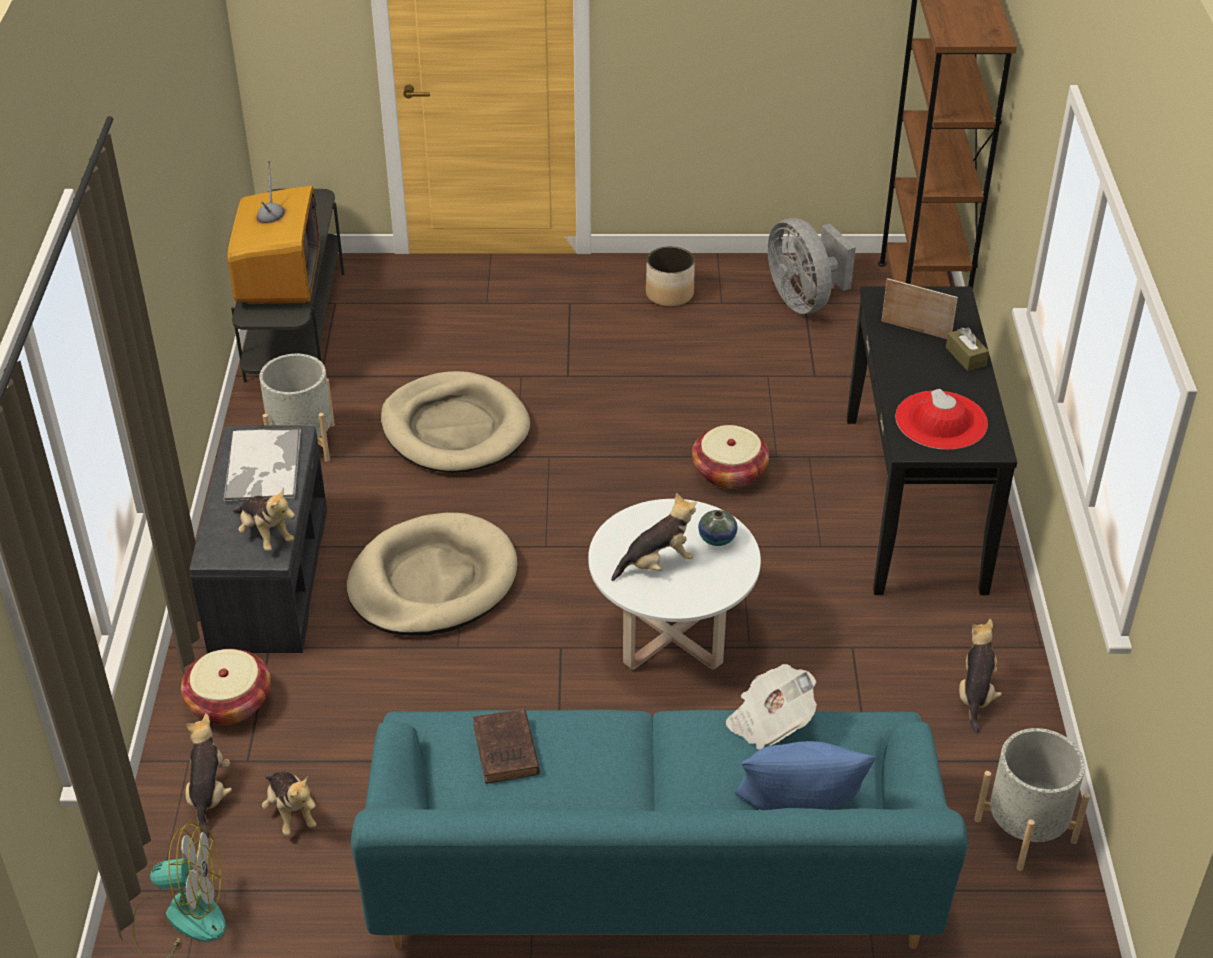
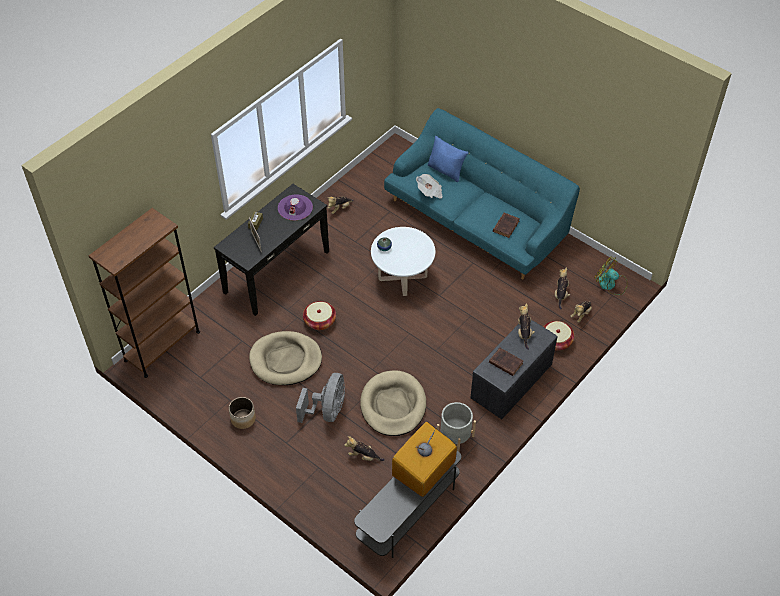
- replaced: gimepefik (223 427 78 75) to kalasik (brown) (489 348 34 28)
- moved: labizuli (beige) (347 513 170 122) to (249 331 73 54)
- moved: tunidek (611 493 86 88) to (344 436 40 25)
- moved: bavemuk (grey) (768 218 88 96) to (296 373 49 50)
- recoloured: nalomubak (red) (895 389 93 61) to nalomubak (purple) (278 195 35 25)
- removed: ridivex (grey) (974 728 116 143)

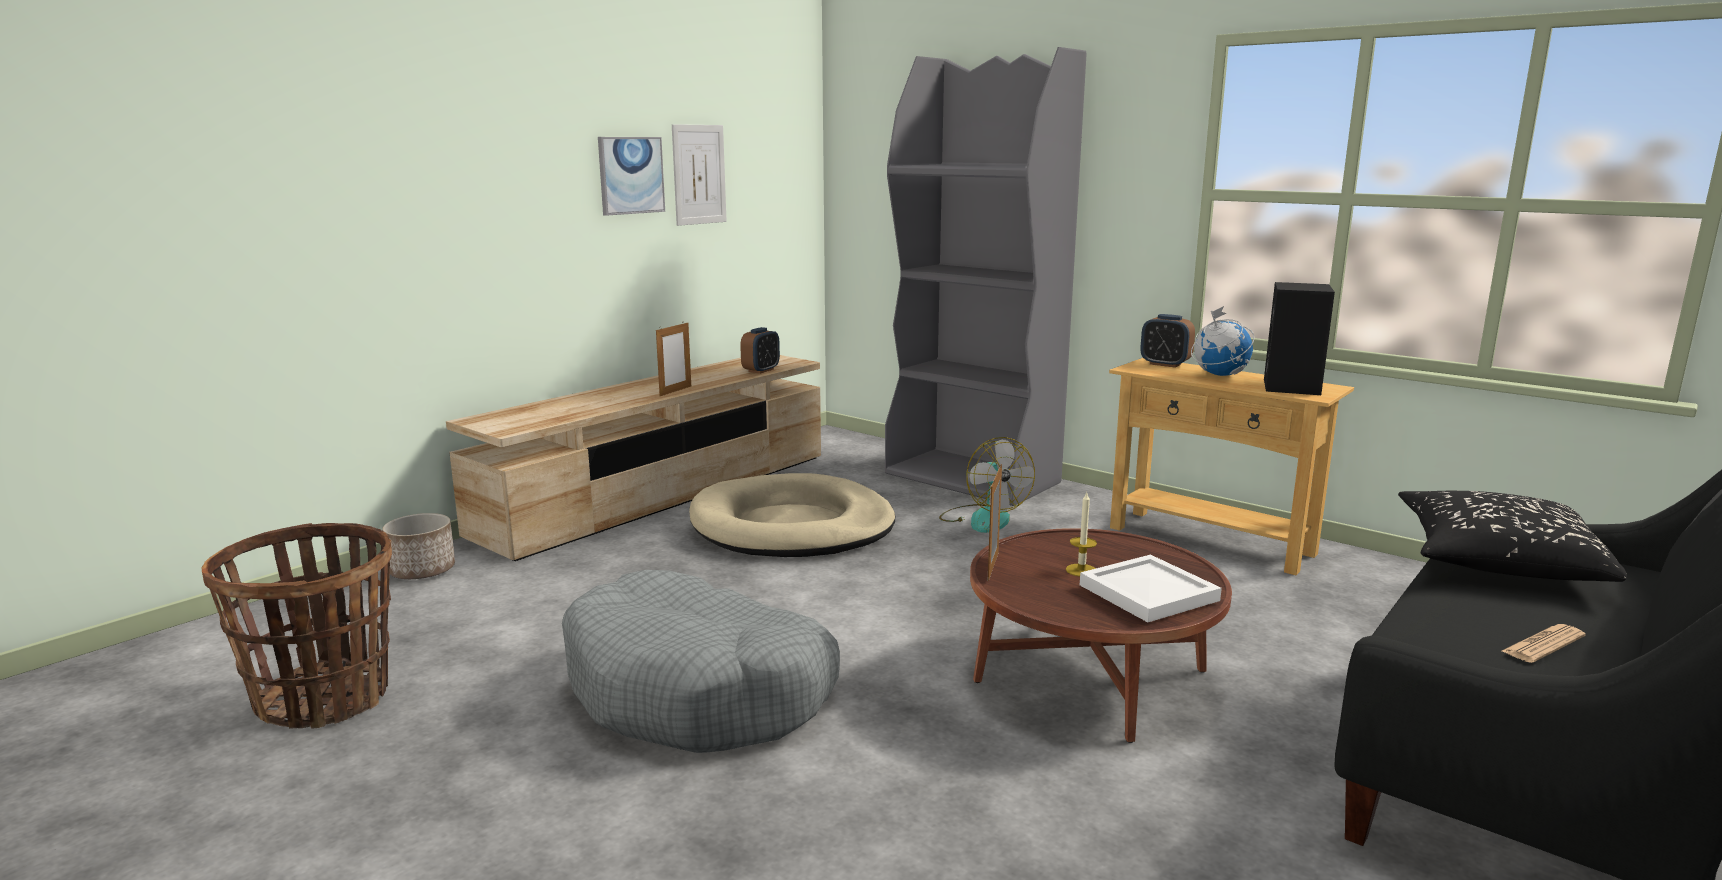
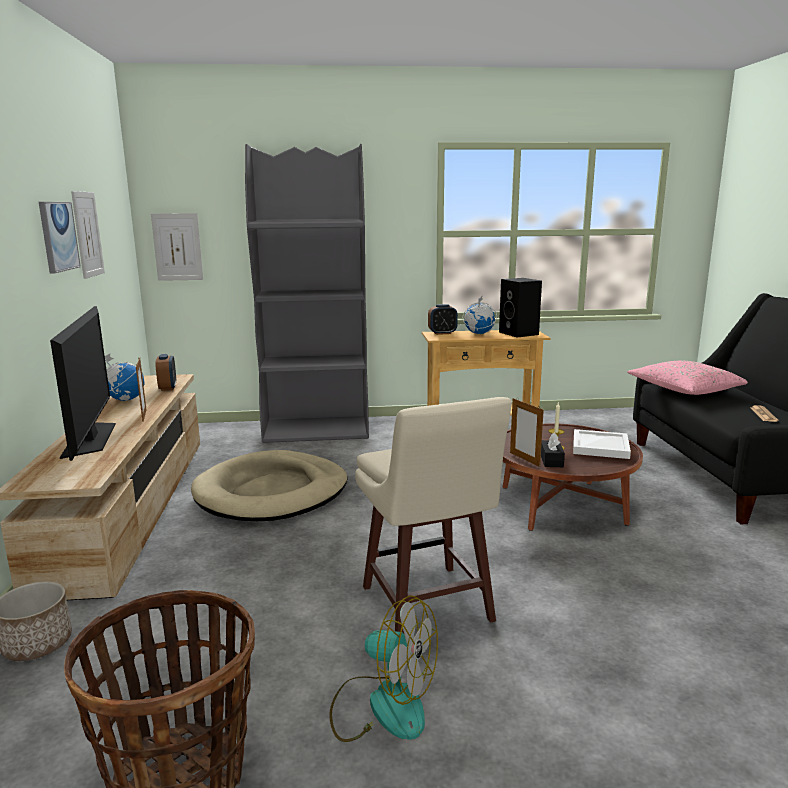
- replaced: labizuli (grey) (562 570 278 183) to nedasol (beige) (355 397 157 236)
- moved: bavemuk (939 437 96 96) to (329 595 109 147)
- recoloured: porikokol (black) (1398 491 229 91) to porikokol (pink) (627 361 121 34)
- added: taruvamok (50 306 66 155)
- added: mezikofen (105 354 39 47)
- added: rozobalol (151 213 52 68)
- added: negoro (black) (541 433 24 34)

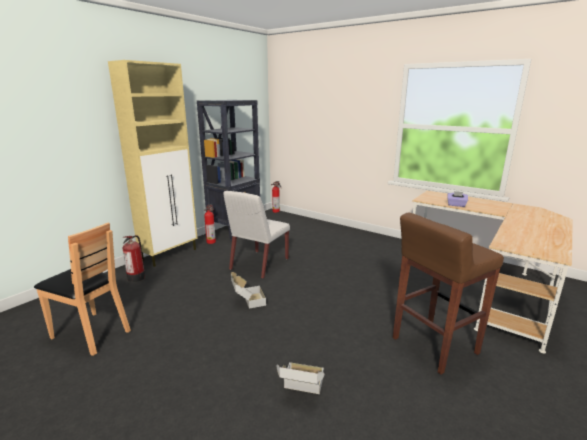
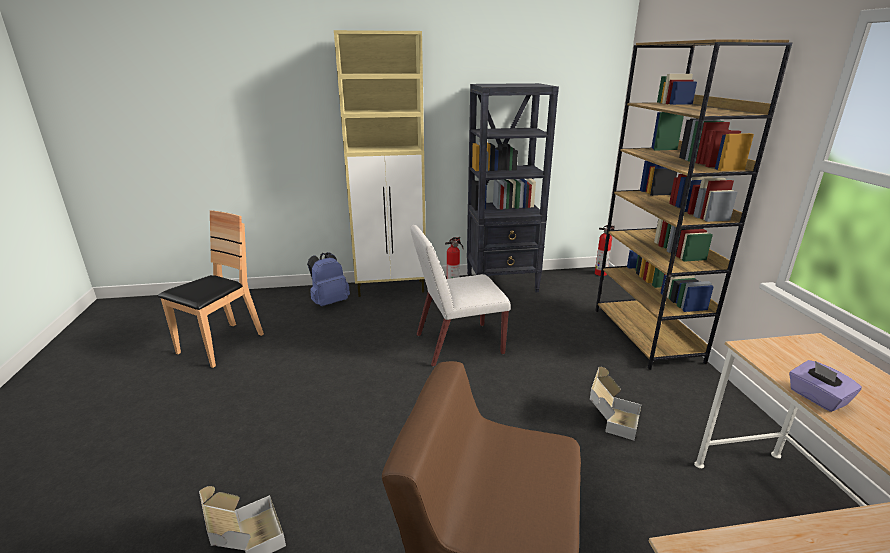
- turned: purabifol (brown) (34 222 97 134) = (158 210 106 158) 135 degrees counterclockwise
- replaced: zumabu (123 235 22 47) to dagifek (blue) (307 252 43 54)
- moved: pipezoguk (231 272 35 37) to (590 367 51 73)
- added: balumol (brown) (595 39 197 331)

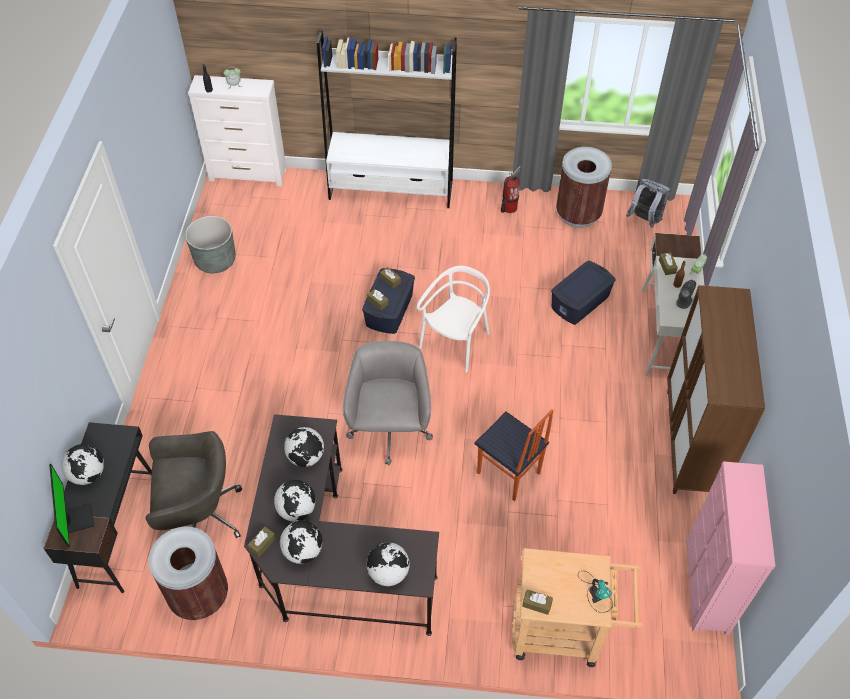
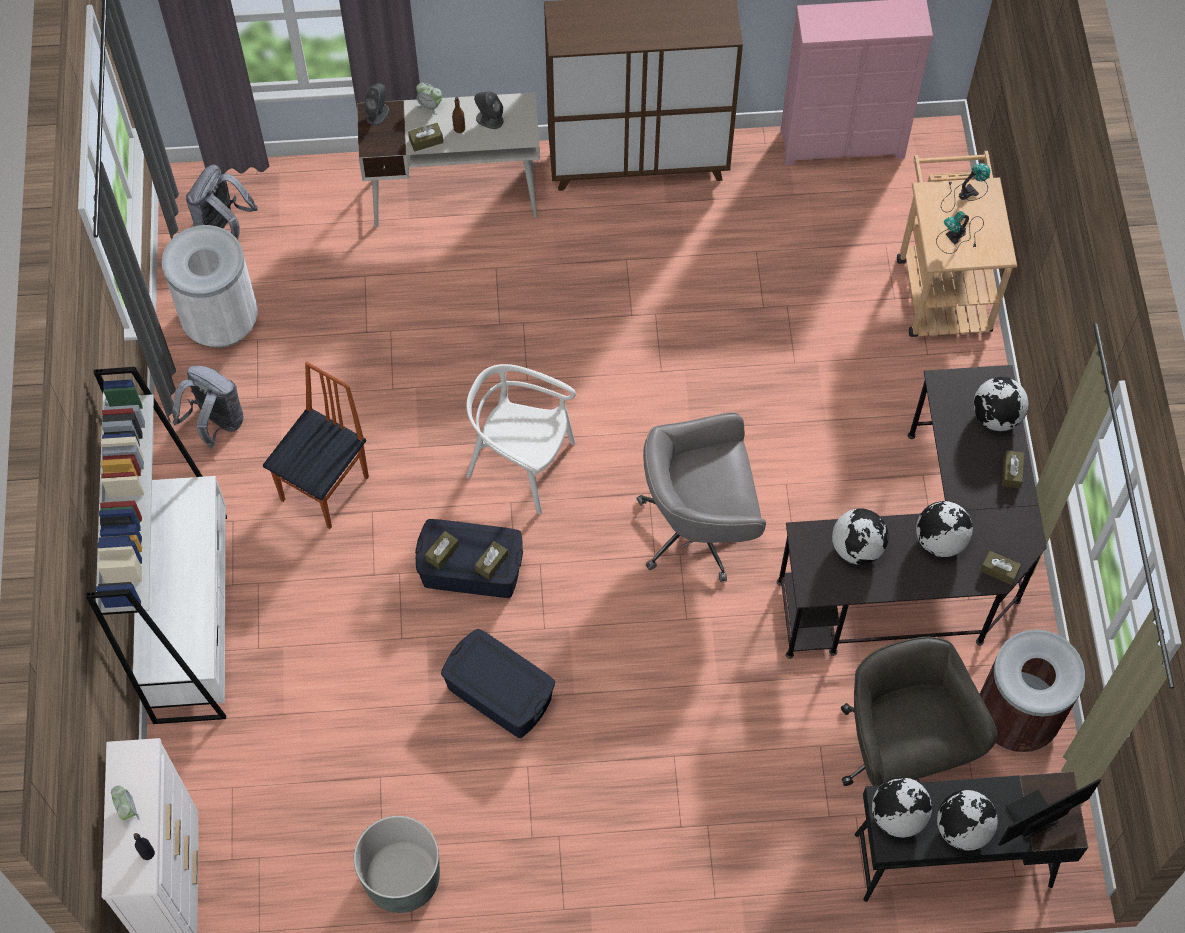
- moved: mezikofen (280 521 43 43) to (872 777 60 61)
- moved: purabifol (474 409 80 92) to (263 362 106 167)
- replaced: zumabu (501 166 20 47) to dagifek (grey) (172 366 72 82)
- moved: negoro (brown) (522 589 31 26) to (1002 450 22 39)
- moved: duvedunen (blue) (551 261 65 64) to (441 629 114 109)
- recoloured: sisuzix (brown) (556 147 56 81) to sisuzix (white) (162 225 96 123)
- added: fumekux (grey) (364 83 25 43)
- added: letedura (936 211 48 43)

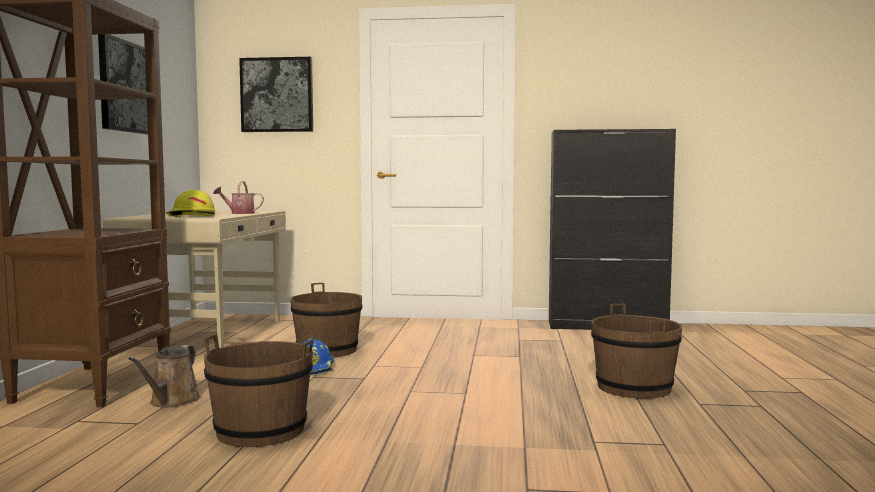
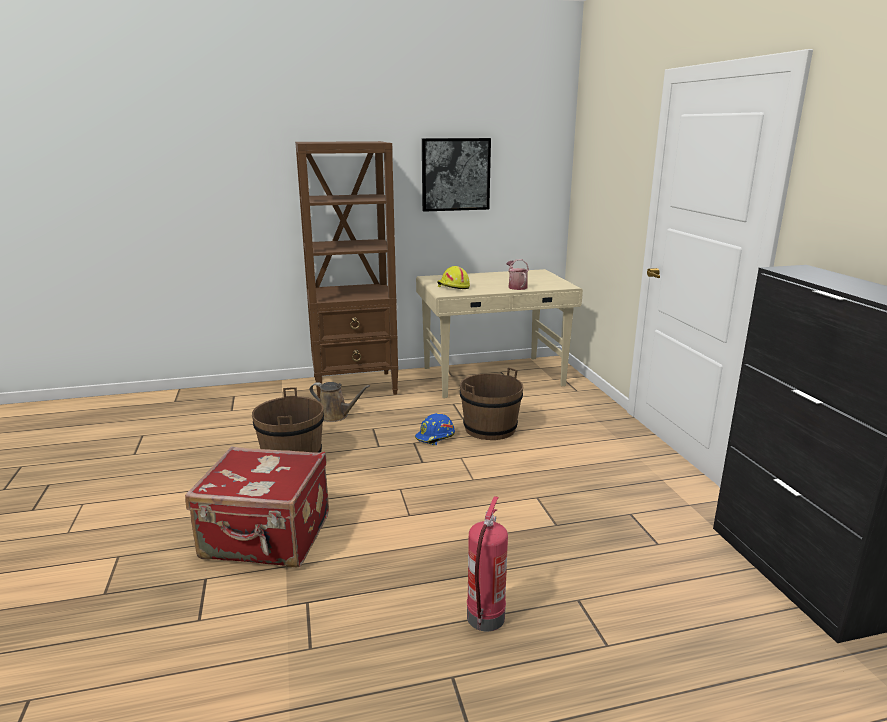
- turned: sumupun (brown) (128 345 73 63) = (310 382 60 40) 150 degrees counterclockwise
- removed: rozobalol (239 57 74 75)
- replaced: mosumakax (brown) (591 304 91 95) to zumabu (467 496 41 135)
- added: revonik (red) (185 446 144 121)

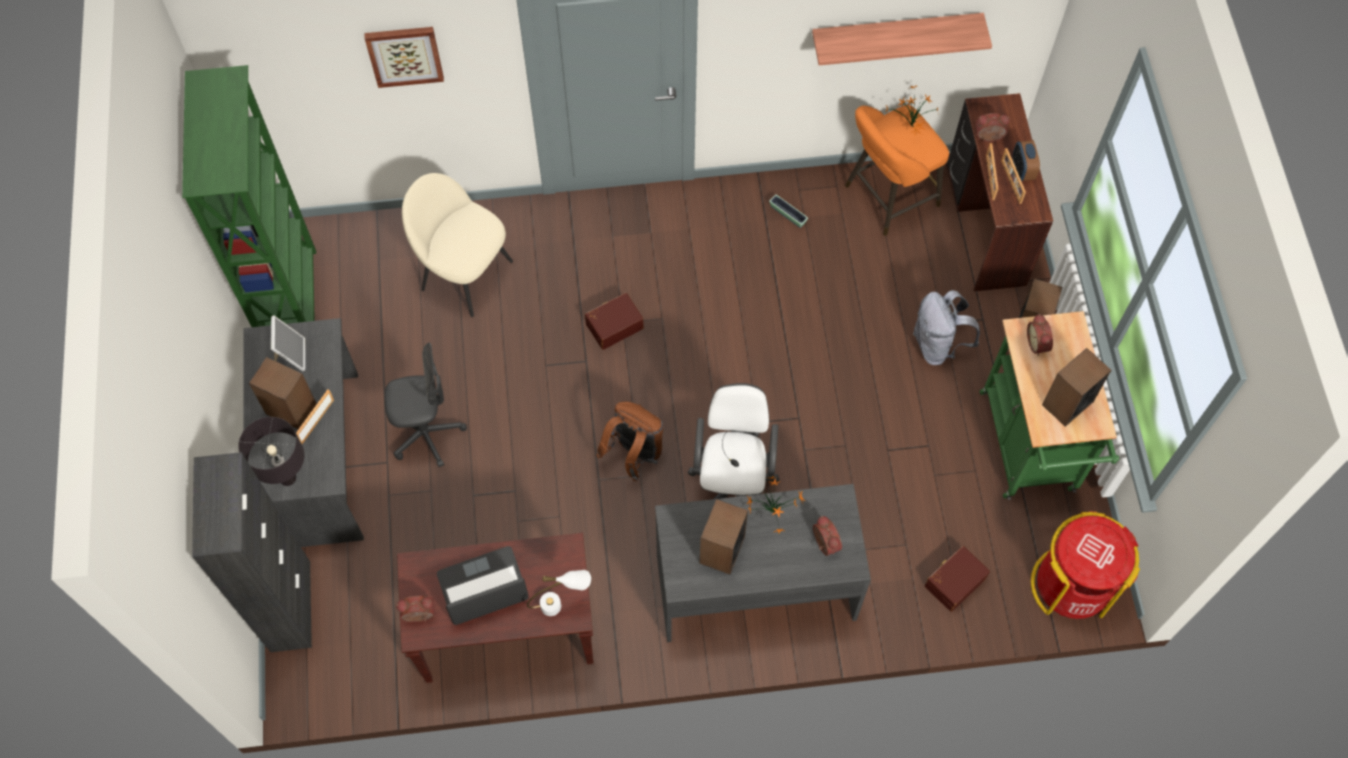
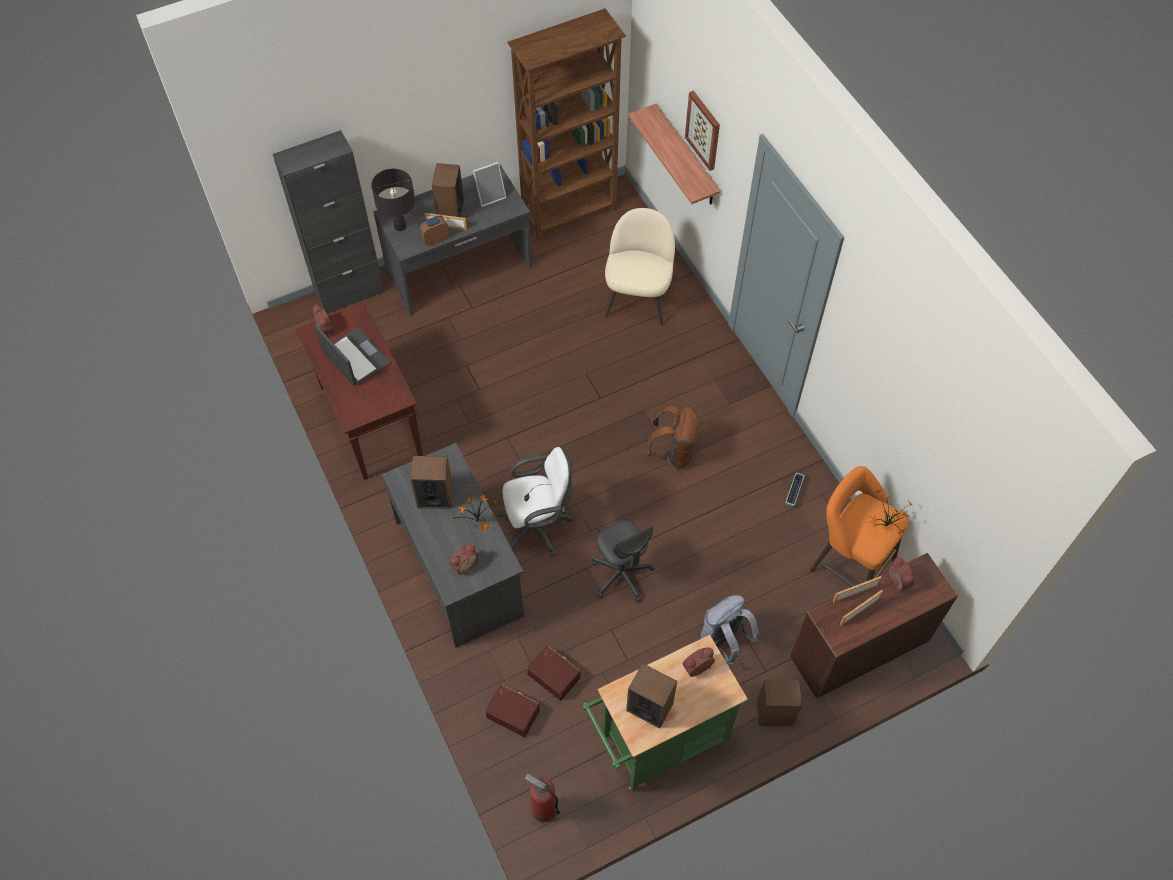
- recoloured: balumol (green) (182 65 134 262) to balumol (brown) (507 8 119 232)
- moved: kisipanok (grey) (384 343 83 125) to (591 520 64 83)
- removed: letedura (white) (527 570 64 46)
- moved: duvedunen (brown) (585 293 59 57) to (527 645 53 56)
- moved: dagifek (brown) (596 401 67 80) to (647 406 53 63)
- moved: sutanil (812 13 180 52) to (628 104 92 101)
- moved: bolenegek (1013 140 27 41) to (419 215 31 31)
- replaced: sisuzix (red) (1031 511 109 108) to zumabu (525 774 35 48)

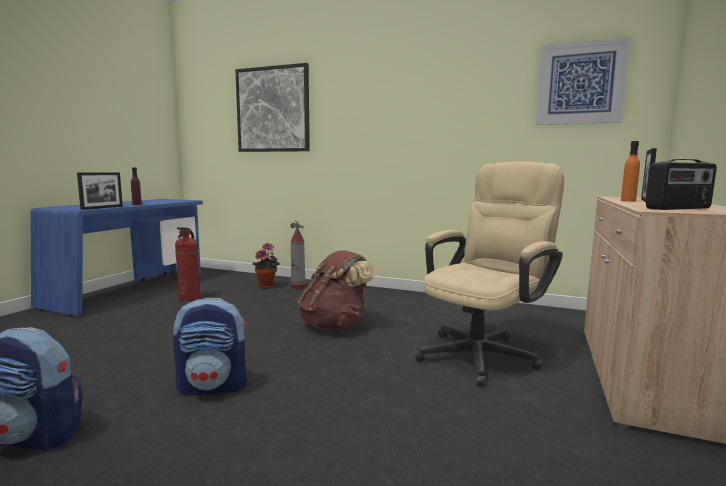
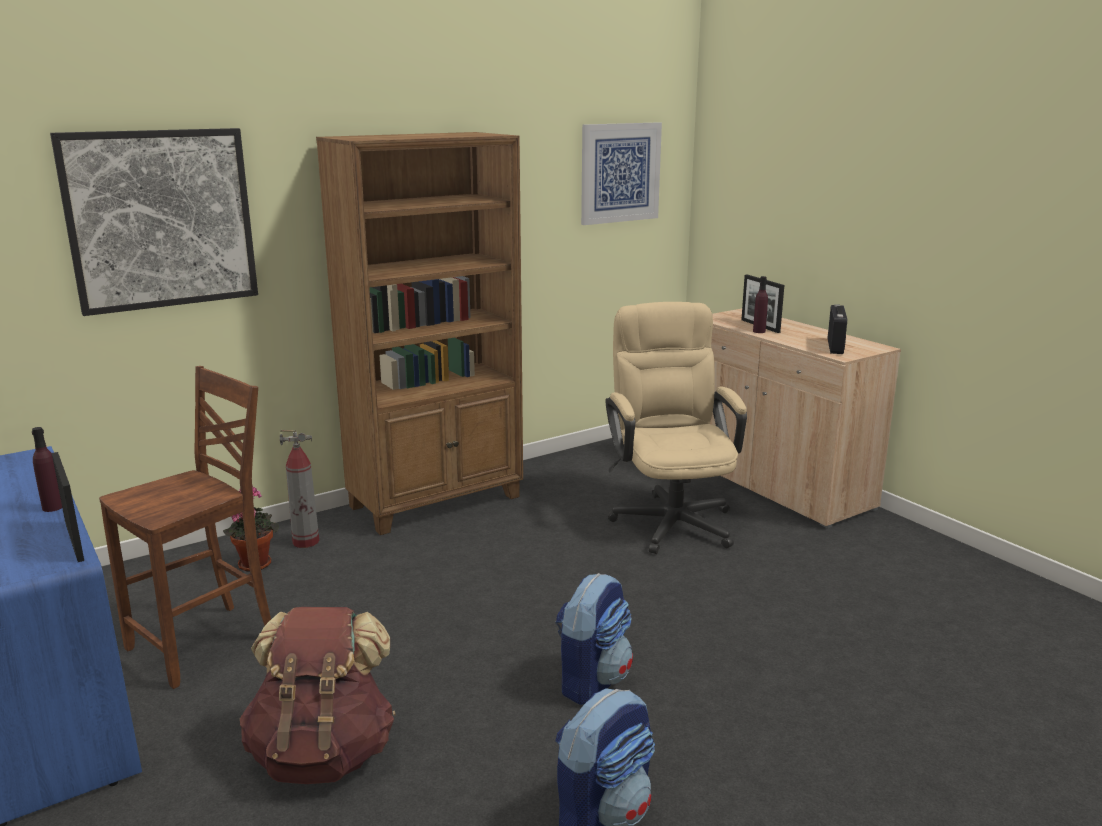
- replaced: zumabu (175 227 26 74) to purabifol (brown) (99 366 172 323)
- moved: dagifek (brown) (298 250 78 80) to (240 607 156 177)
- recoloured: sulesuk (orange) (621 141 19 61) to sulesuk (purple) (753 276 15 57)
- added: balumol (brown) (316 132 207 403)

